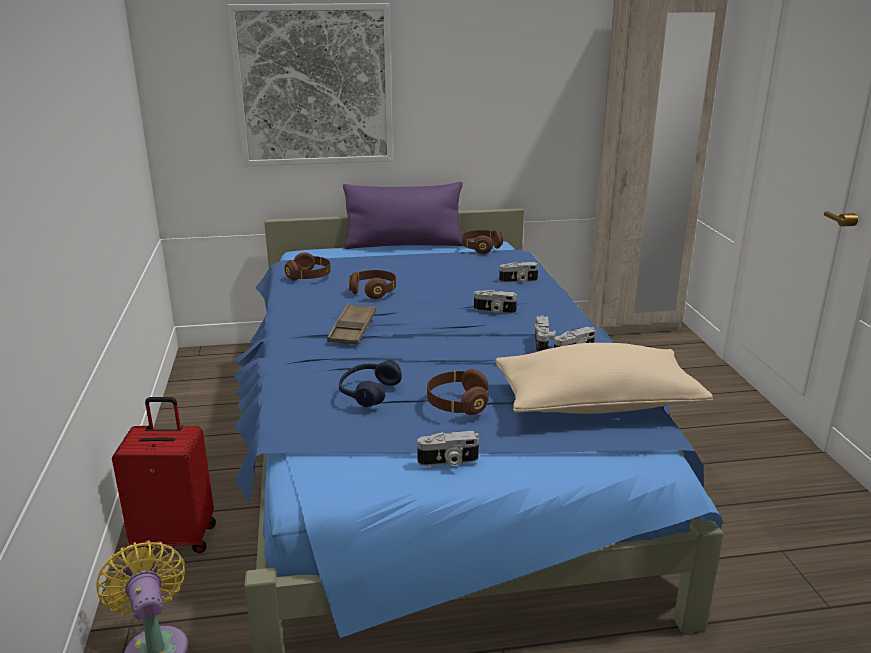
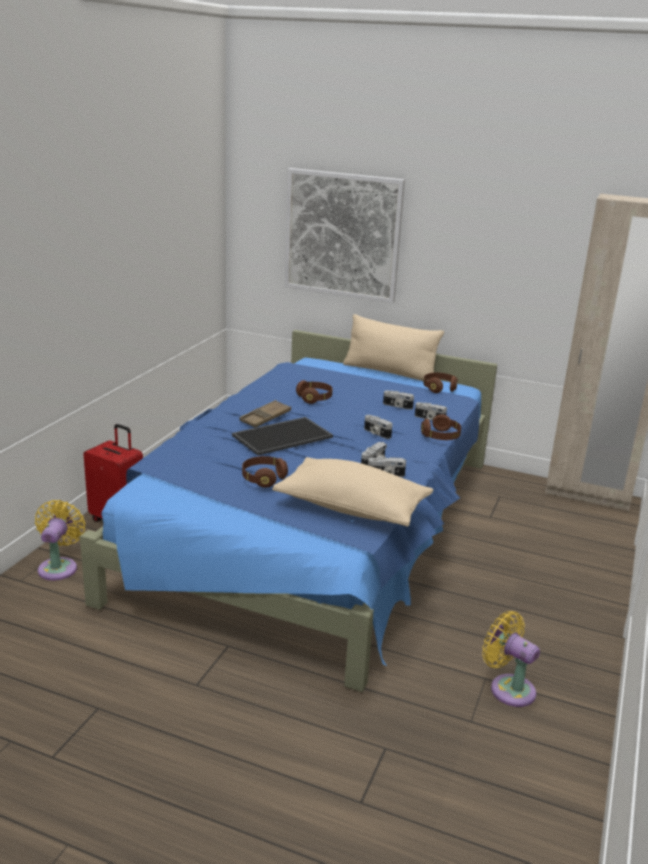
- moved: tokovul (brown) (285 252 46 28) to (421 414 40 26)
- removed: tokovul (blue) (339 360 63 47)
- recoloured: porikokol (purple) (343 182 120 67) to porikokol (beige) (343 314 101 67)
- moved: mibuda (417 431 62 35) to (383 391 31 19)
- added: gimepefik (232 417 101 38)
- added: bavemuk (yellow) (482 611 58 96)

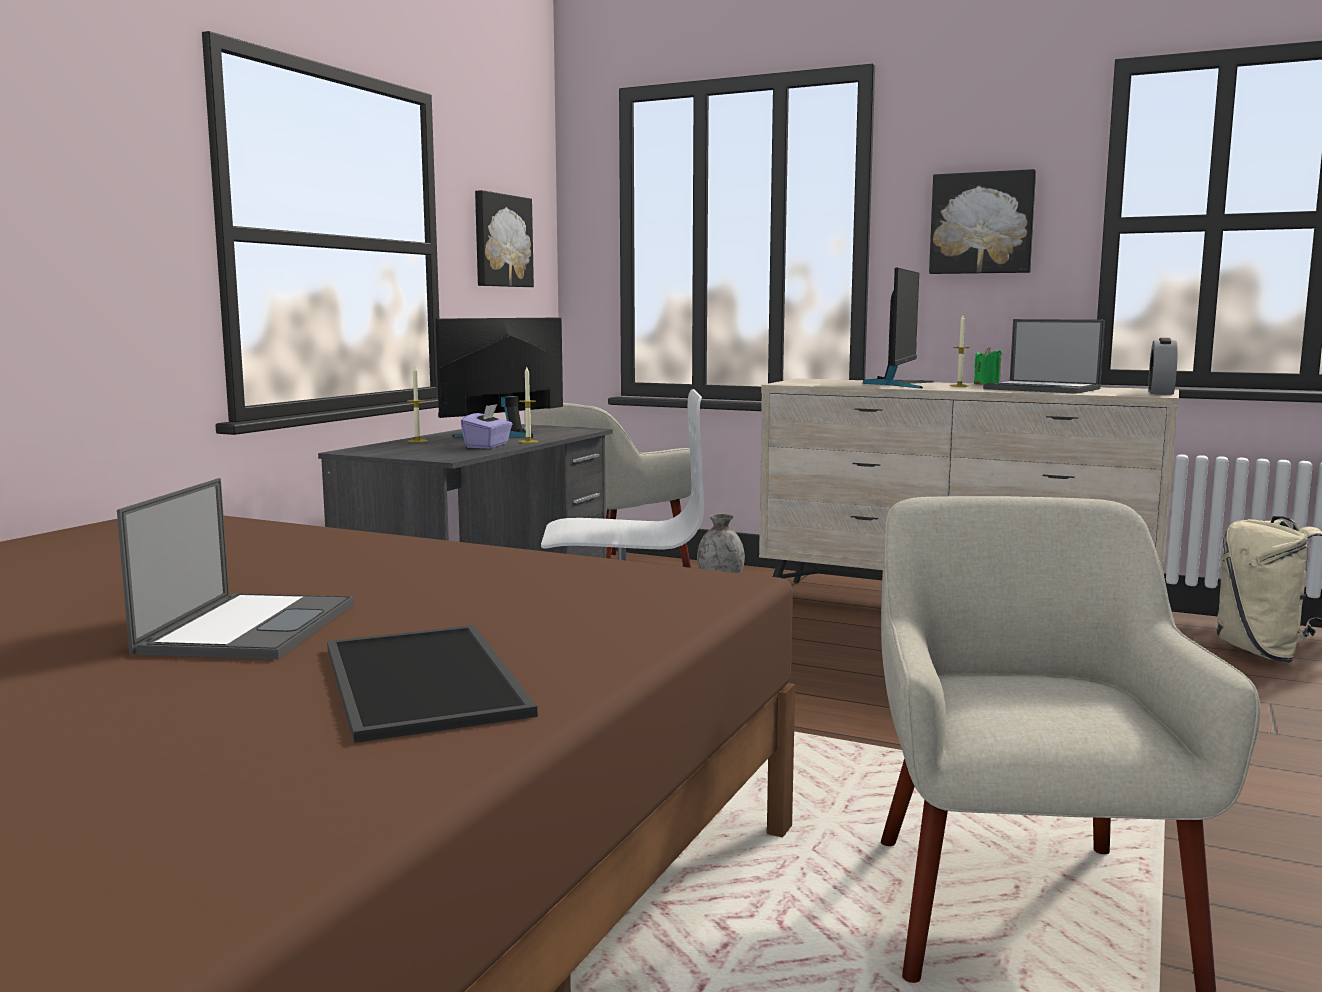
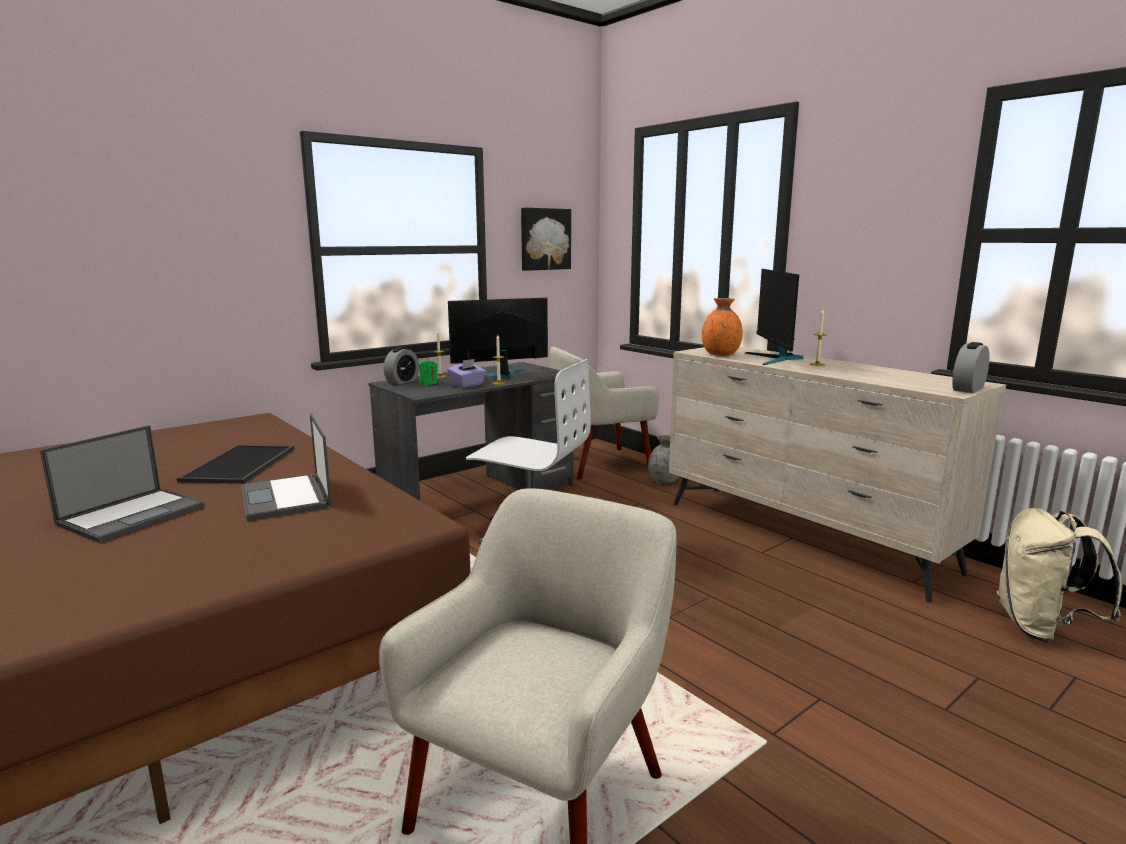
- moved: gimepefik (327 625 210 118) to (177 445 118 39)
- turned: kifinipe (863 267 70 121) = (745 269 58 96) 135 degrees clockwise
- removed: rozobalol (929 169 107 105)
- moved: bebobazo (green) (974 347 28 37) to (419 357 19 28)
- moved: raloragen (983 319 122 75) to (241 414 91 107)
- added: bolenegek (384 347 35 37)
- added: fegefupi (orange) (702 298 41 58)

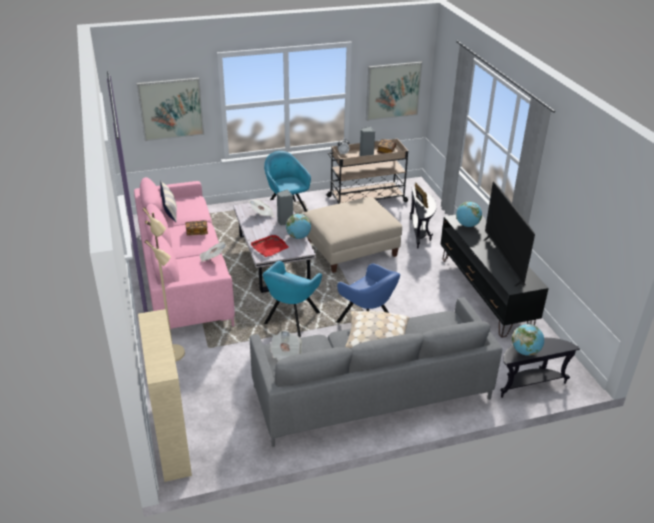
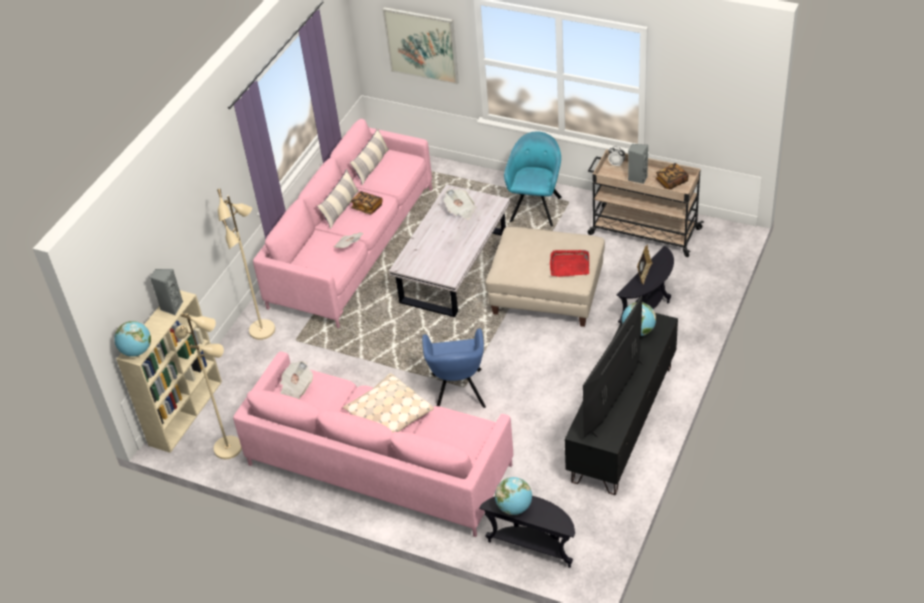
- recoloured: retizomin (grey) (250 297 252 150) to retizomin (pink) (233 351 280 186)
- moved: gimepefik (red) (251 235 38 22) to (550 250 39 27)
- removed: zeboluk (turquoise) (263 261 59 76)
- moved: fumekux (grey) (277 189 16 37) to (150 269 33 46)
- moved: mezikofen (286 214 25 25) to (114 321 37 36)
- removed: rozobalol (366 62 57 59)
- added: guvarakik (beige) (174 313 68 146)
- added: porikokol (317 169 42 60)

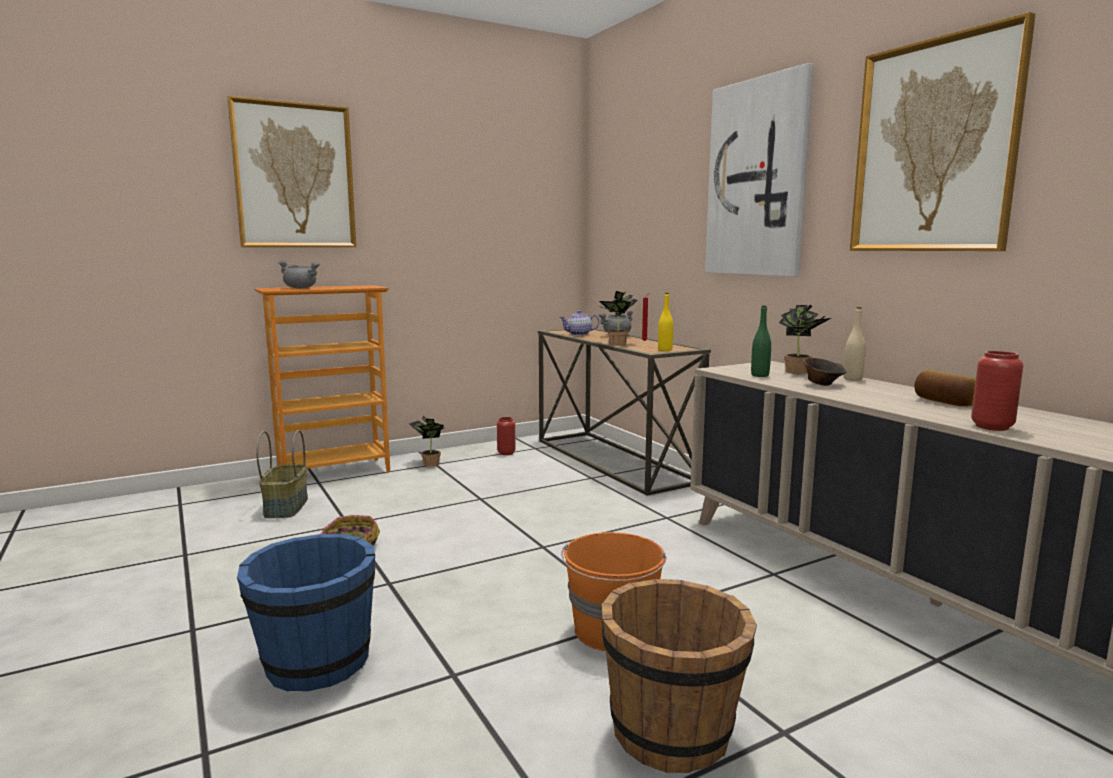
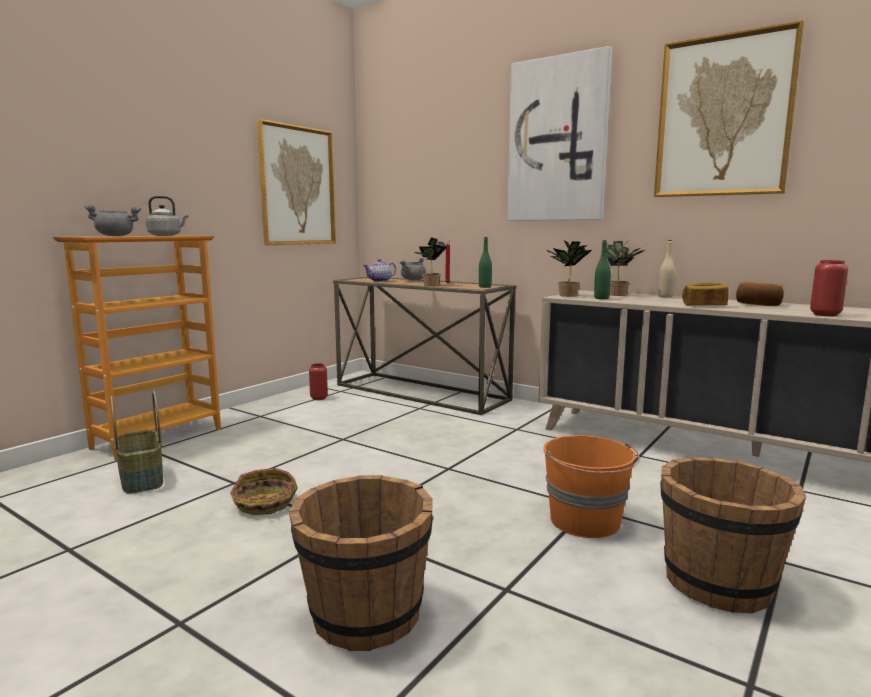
- moved: rozobalol (228 96 128 151) to (257 119 79 126)
- recoloured: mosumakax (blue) (237 534 138 158) to mosumakax (brown) (289 475 144 176)
- moved: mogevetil (409 415 35 51) to (547 240 45 57)
- recoloured: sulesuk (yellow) (658 293 15 58) to sulesuk (green) (479 237 13 51)
- removed: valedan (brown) (803 358 43 28)
- added: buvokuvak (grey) (146 196 42 40)
- added: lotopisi (682 282 47 24)

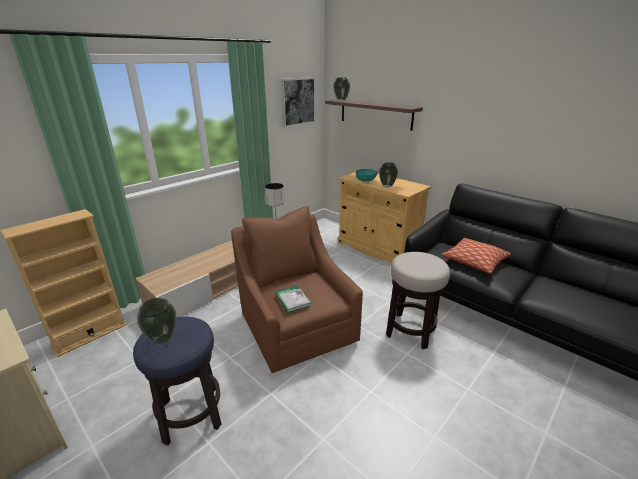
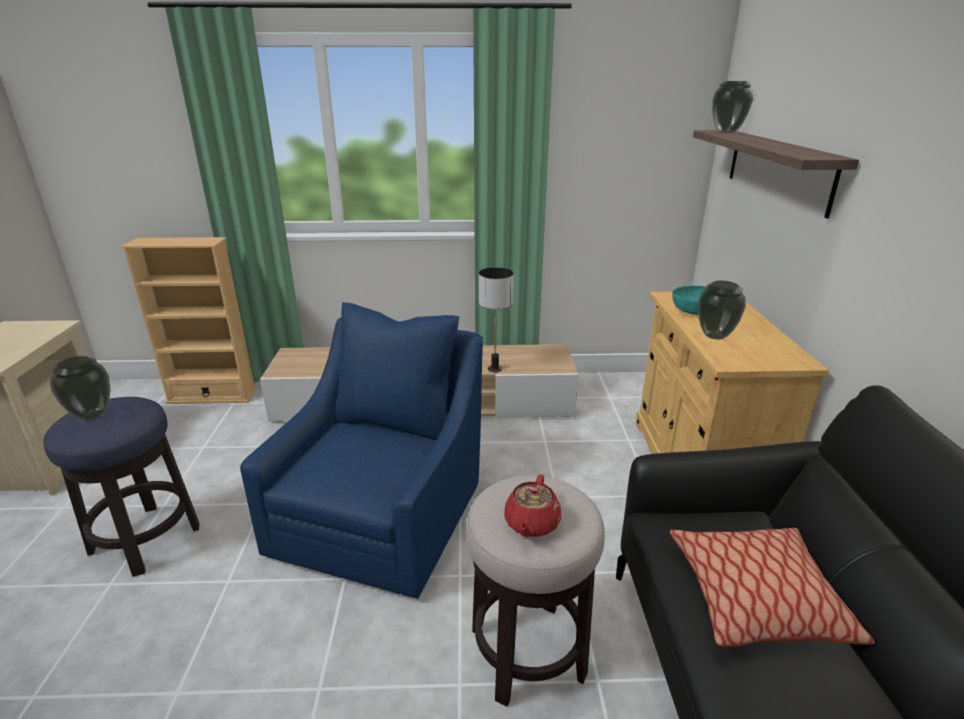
- recoloured: zeboluk (brown) (231 206 132 167) to zeboluk (blue) (240 302 243 297)
- removed: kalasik (275 285 36 28)
- removed: rozobalol (280 77 36 51)
- added: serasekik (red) (504 474 57 63)

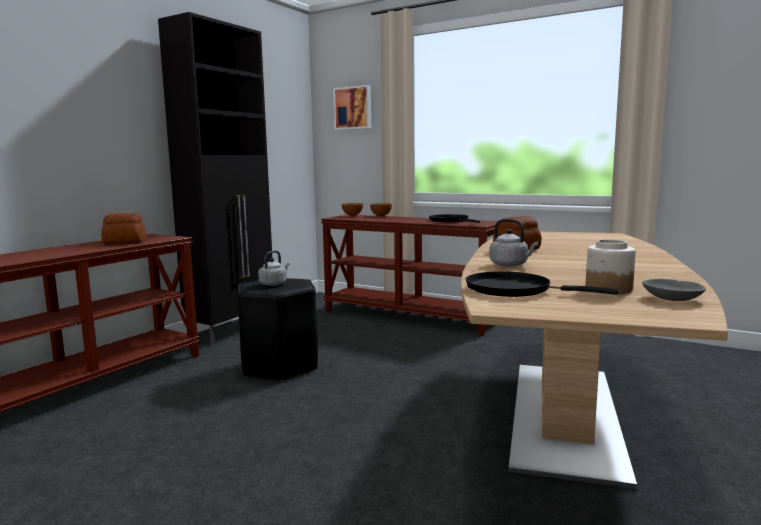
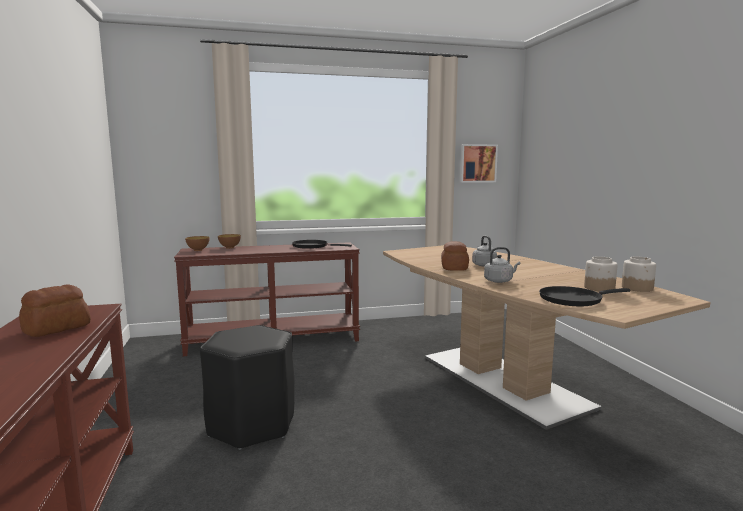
- removed: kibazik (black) (158 12 114 333)
- moved: buvokuvak (grey) (258 250 31 36) to (472 236 25 31)
- moved: rozobalol (333 85 38 45) to (460 144 38 39)
- replaced: valedan (grey) (642 279 64 22) to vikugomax (622 256 34 36)

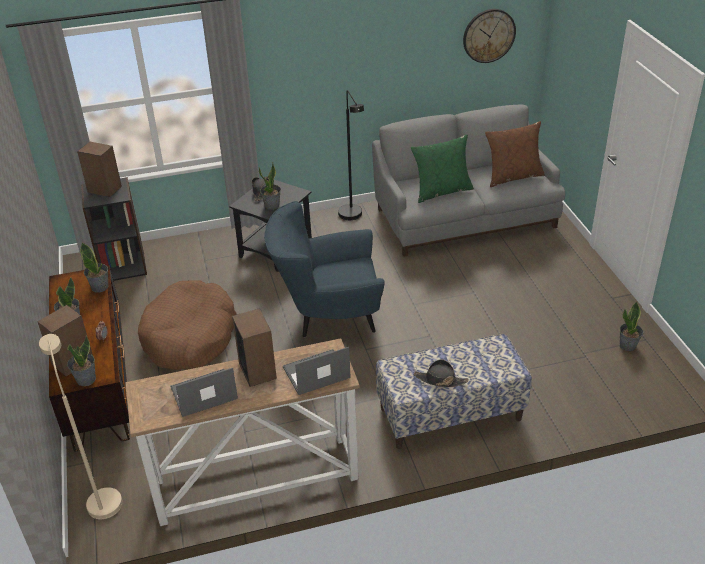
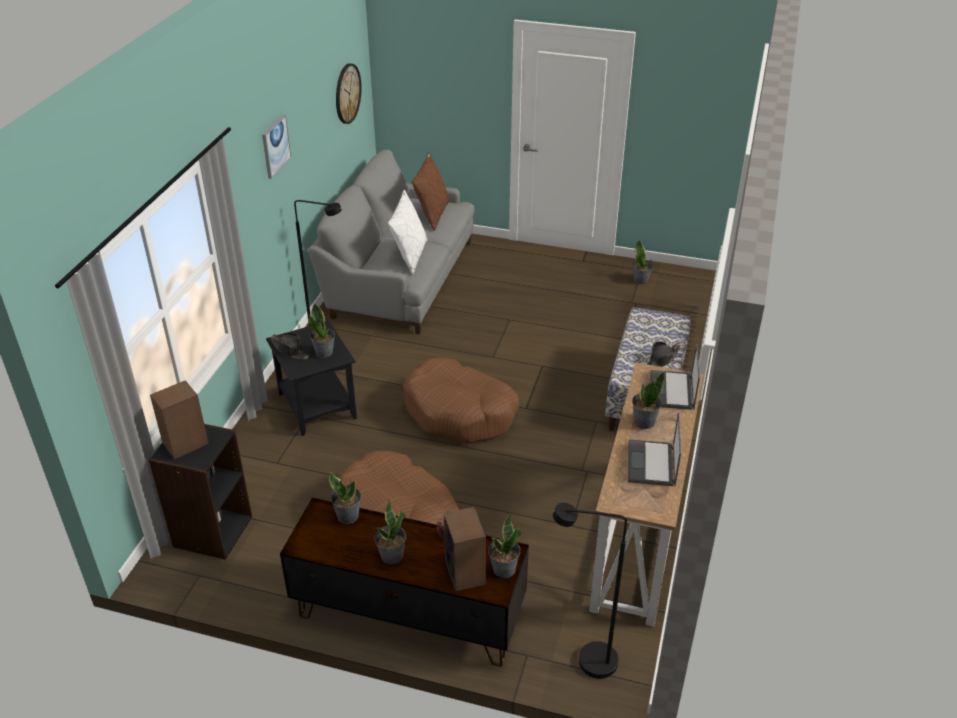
- recoloured: guvarakik (beige) (39 334 84 185) to guvarakik (black) (553 503 74 176)
- replaced: fumekux (232 308 45 79) to mogevetil (632 372 32 57)
- replaced: zeboluk (blue) (264 201 121 136) to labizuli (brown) (403 357 116 87)
- recoloured: porikokol (green) (411 134 63 69) to porikokol (white) (388 190 39 84)
- added: rozobalol (262 115 29 64)

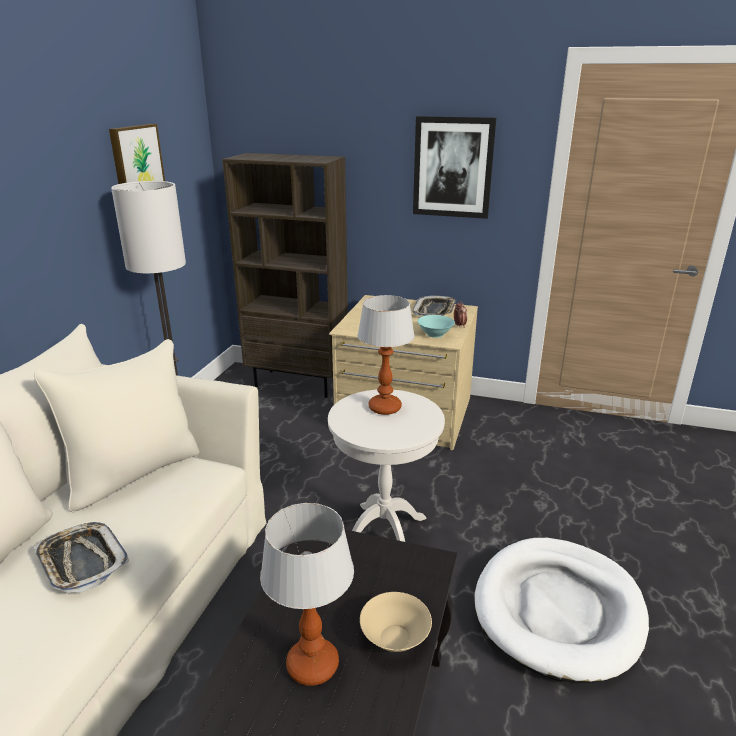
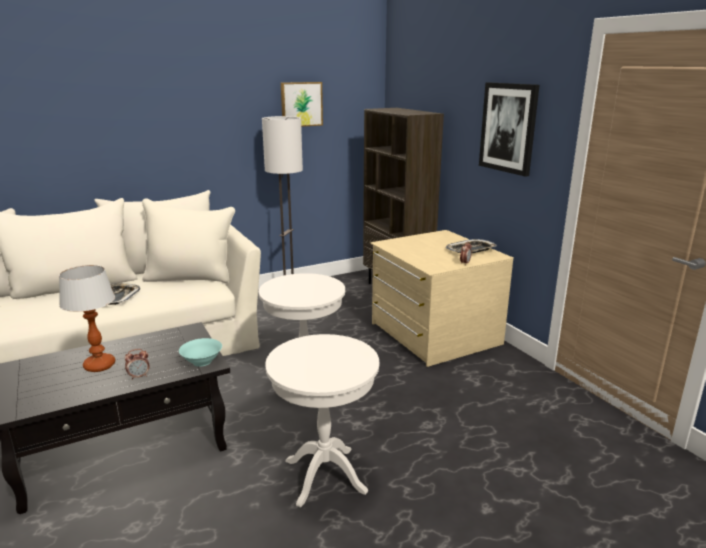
- removed: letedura (357 295 58 120)
- replaced: valedan (beige) (360 592 72 60) to bolenegek (124 349 25 31)
- moved: valedan (turquoise) (417 315 38 23) to (179 338 43 29)
- replaced: labizuli (white) (474 538 175 145) to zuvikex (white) (265 334 114 174)

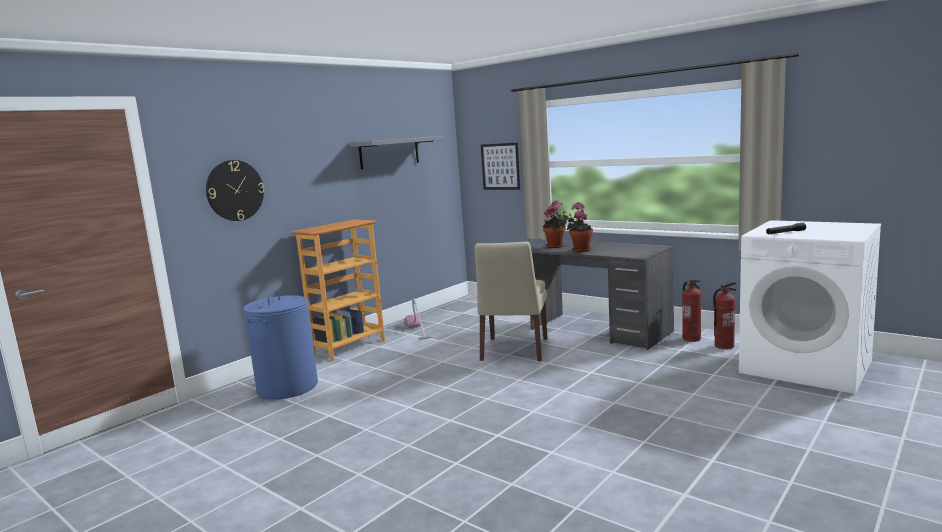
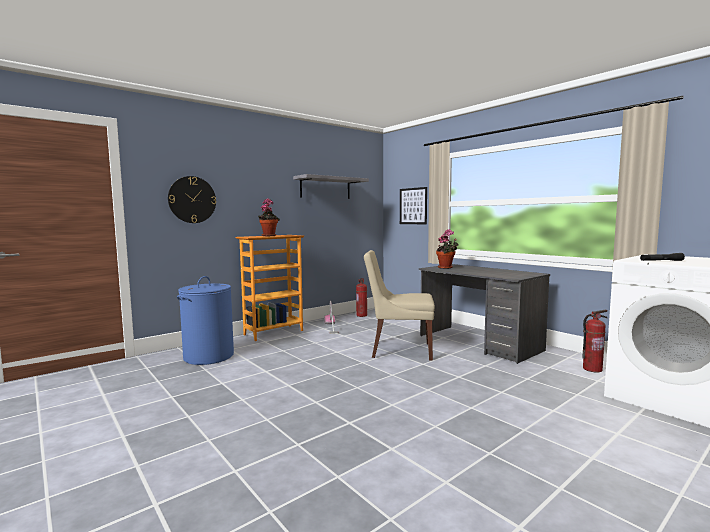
- turned: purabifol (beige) (474 242 73 119) = (364 250 71 111) 75 degrees clockwise
- moved: mogevetil (567 202 26 50) to (258 199 22 37)
- moved: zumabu (682 280 19 62) to (356 278 11 39)

